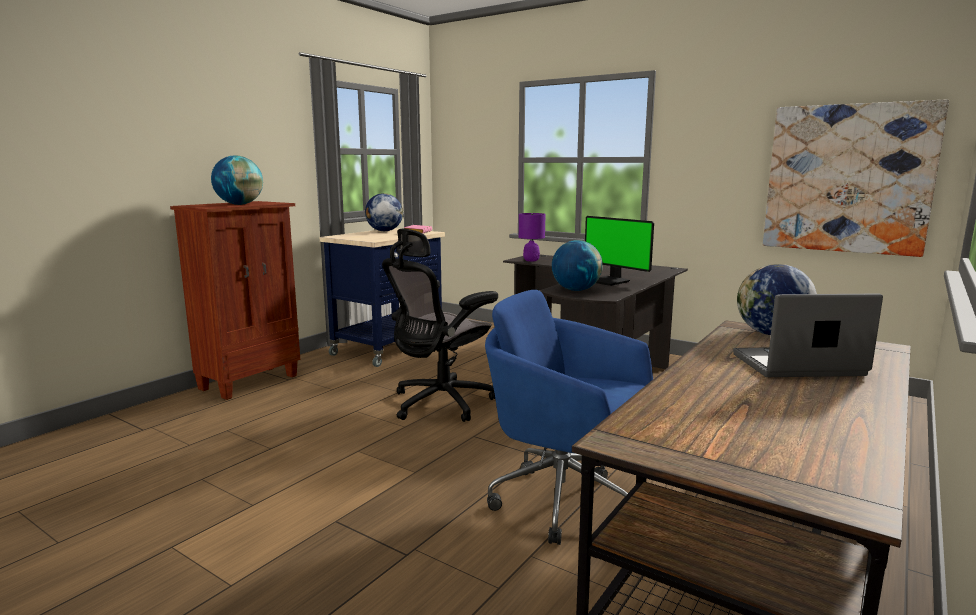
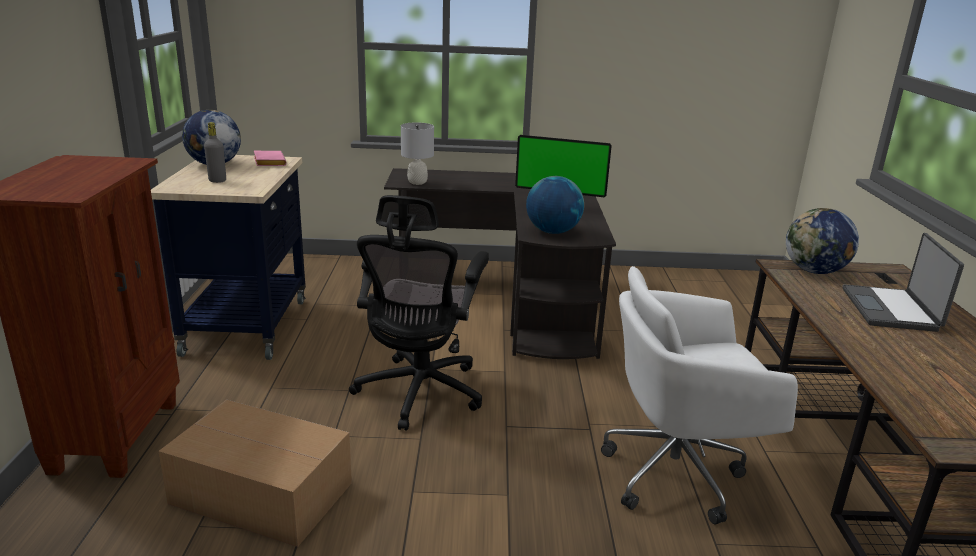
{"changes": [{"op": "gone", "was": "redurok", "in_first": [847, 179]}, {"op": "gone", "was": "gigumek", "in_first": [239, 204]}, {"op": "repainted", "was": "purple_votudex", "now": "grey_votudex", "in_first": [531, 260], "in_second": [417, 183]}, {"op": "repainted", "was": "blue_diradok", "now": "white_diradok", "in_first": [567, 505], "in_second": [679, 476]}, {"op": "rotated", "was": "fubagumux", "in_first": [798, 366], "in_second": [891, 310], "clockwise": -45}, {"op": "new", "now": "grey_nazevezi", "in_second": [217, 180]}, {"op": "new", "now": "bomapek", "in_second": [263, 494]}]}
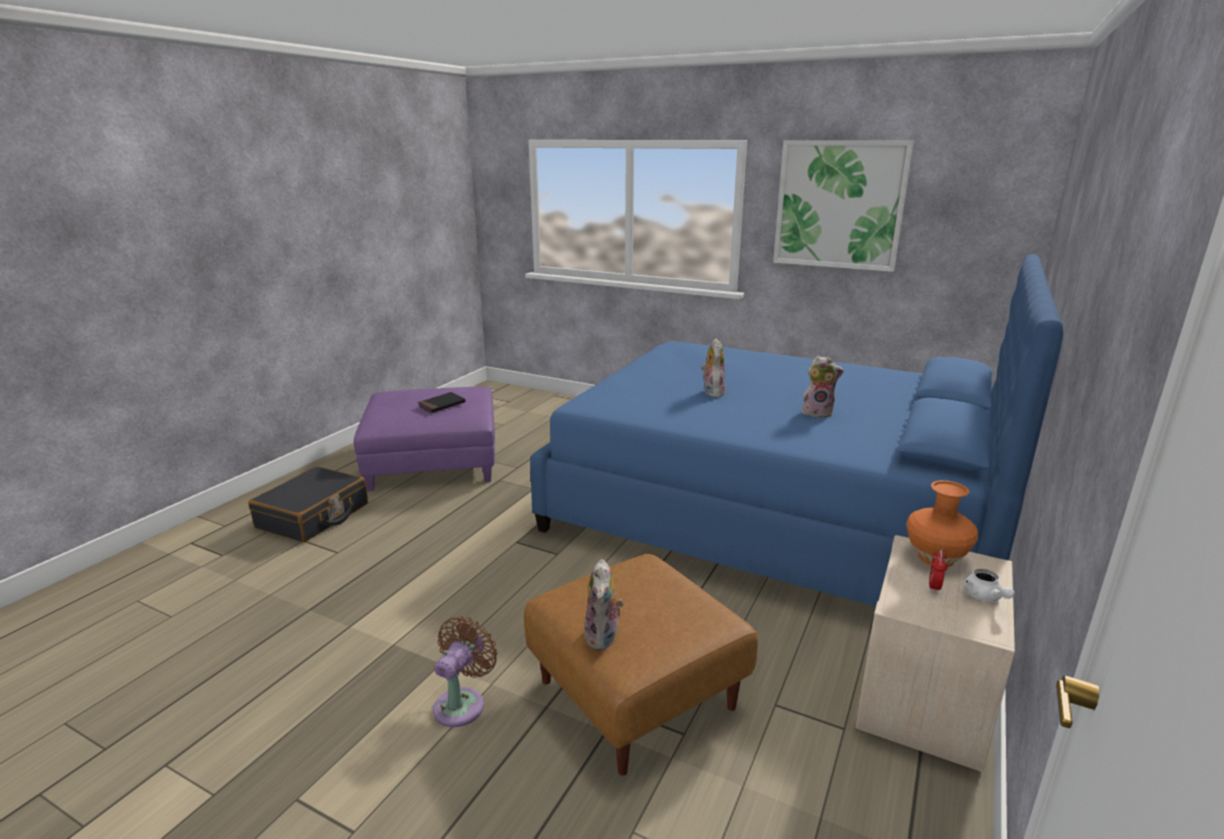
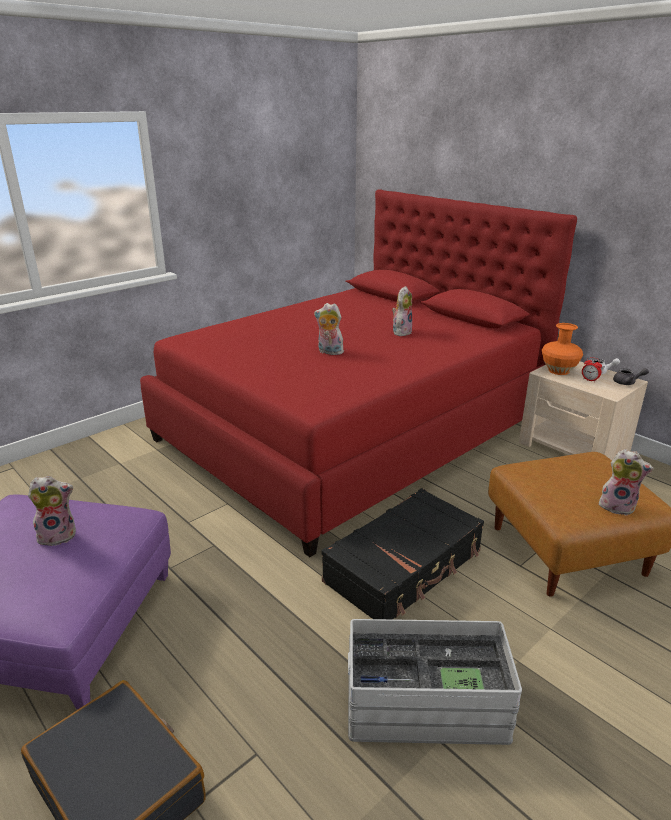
{"changes": [{"op": "gone", "was": "redurok", "in_first": [839, 205]}, {"op": "repainted", "was": "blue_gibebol", "now": "red_gibebol", "in_first": [773, 511], "in_second": [353, 429]}, {"op": "swapped", "was": "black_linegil", "now": "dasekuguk", "in_first": [442, 405], "in_second": [59, 535]}, {"op": "gone", "was": "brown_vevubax", "in_first": [462, 703]}, {"op": "new", "now": "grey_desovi", "in_second": [627, 383]}, {"op": "new", "now": "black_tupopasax", "in_second": [404, 567]}, {"op": "new", "now": "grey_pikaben", "in_second": [425, 704]}]}
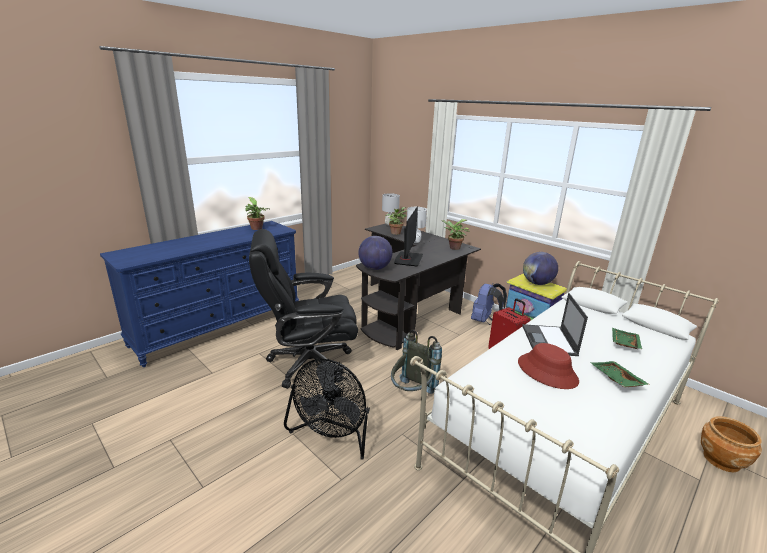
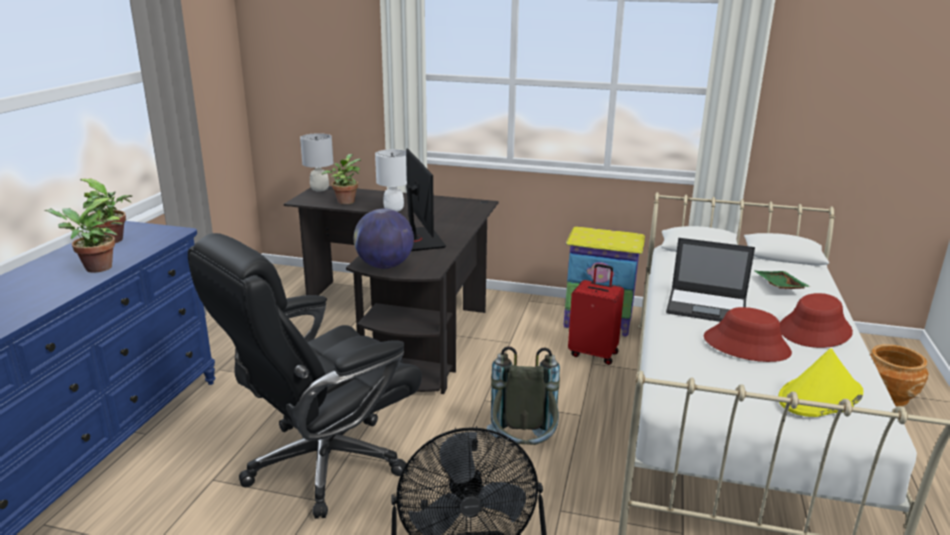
{"changes": [{"op": "shifted", "was": "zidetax", "in_first": [453, 248], "in_second": [95, 268]}, {"op": "gone", "was": "gigumek", "in_first": [537, 283]}, {"op": "gone", "was": "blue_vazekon", "in_first": [484, 321]}, {"op": "rotated", "was": "fubagumux", "in_first": [549, 341], "in_second": [707, 307], "clockwise": -45}, {"op": "swapped", "was": "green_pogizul", "now": "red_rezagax", "in_first": [615, 379], "in_second": [815, 330]}, {"op": "new", "now": "yellow_rezagax", "in_second": [819, 397]}]}
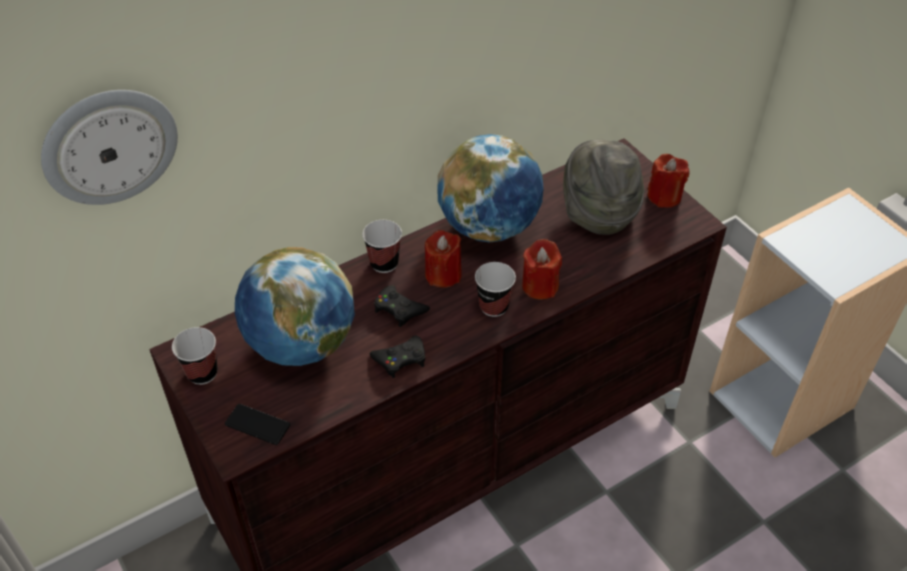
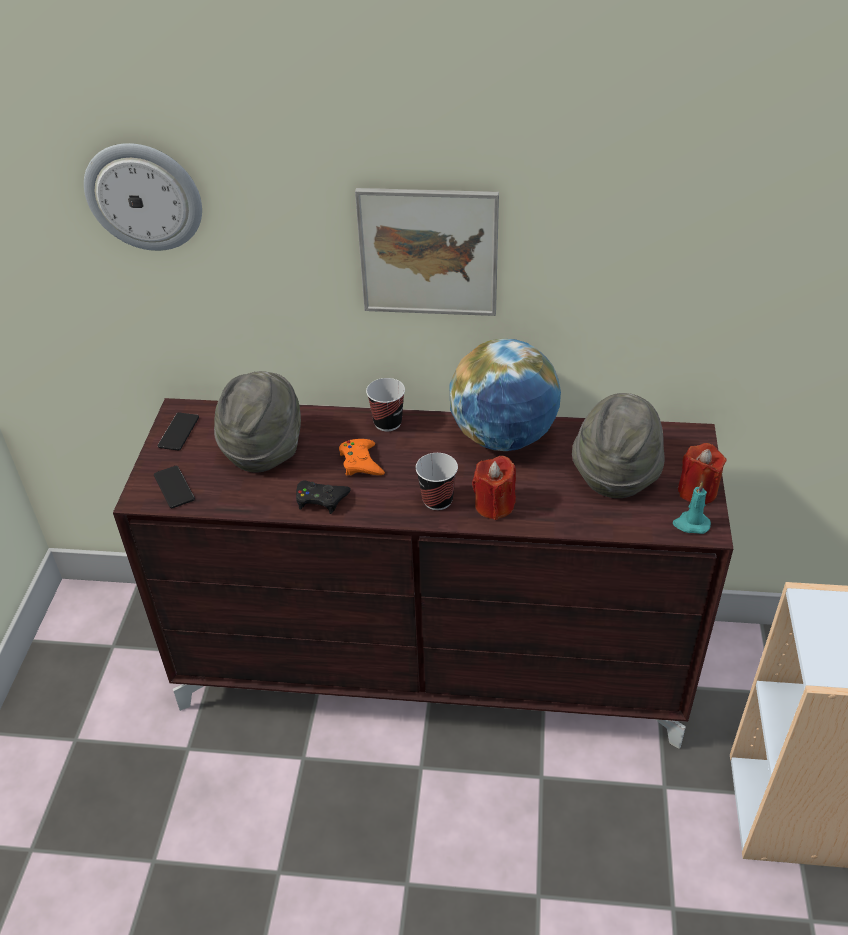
{"changes": [{"op": "gone", "was": "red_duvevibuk", "in_first": [443, 274]}, {"op": "swapped", "was": "gigumek", "now": "grey_rezagax", "in_first": [301, 344], "in_second": [263, 449]}, {"op": "repainted", "was": "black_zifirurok", "now": "orange_zifirurok", "in_first": [399, 309], "in_second": [361, 462]}, {"op": "swapped", "was": "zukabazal", "now": "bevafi", "in_first": [202, 373], "in_second": [178, 432]}, {"op": "new", "now": "redurok", "in_second": [428, 252]}, {"op": "new", "now": "turquoise_duvevibuk", "in_second": [691, 524]}]}
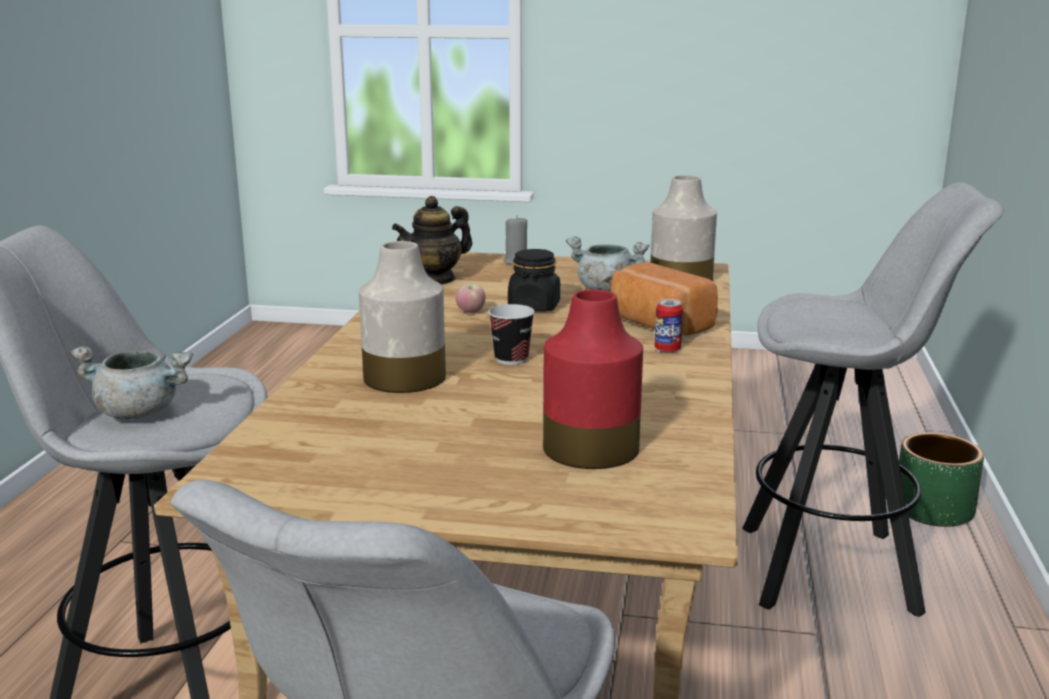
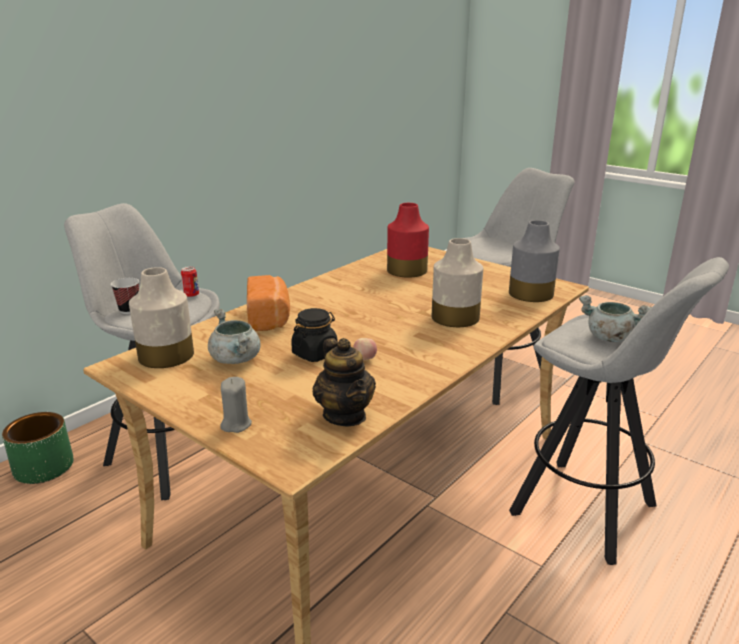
{"changes": [{"op": "rotated", "was": "desovi", "in_first": [434, 279], "in_second": [345, 415], "clockwise": 75}, {"op": "shifted", "was": "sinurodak", "in_first": [667, 349], "in_second": [191, 295]}, {"op": "shifted", "was": "zukabazal", "in_first": [511, 359], "in_second": [129, 310]}, {"op": "new", "now": "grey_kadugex", "in_second": [530, 293]}]}
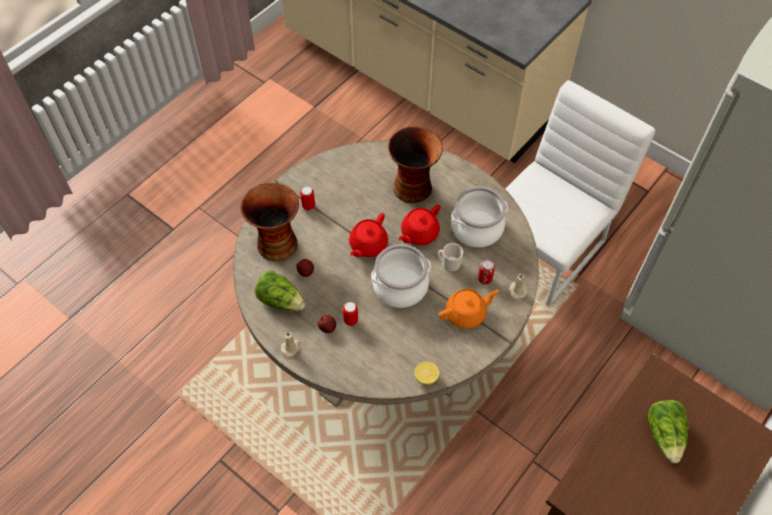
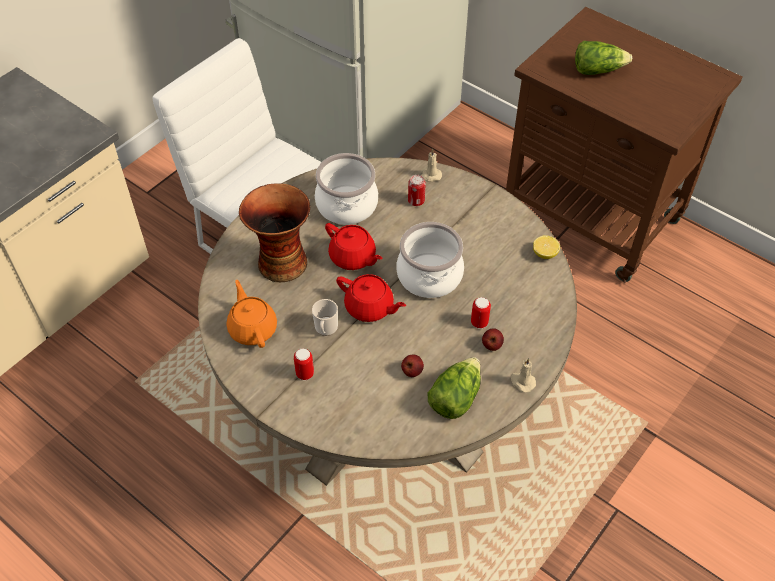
{"changes": [{"op": "gone", "was": "kadugex", "in_first": [276, 243]}, {"op": "shifted", "was": "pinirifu", "in_first": [449, 264], "in_second": [325, 329]}, {"op": "shifted", "was": "orange_desovi", "in_first": [466, 314], "in_second": [253, 328]}]}
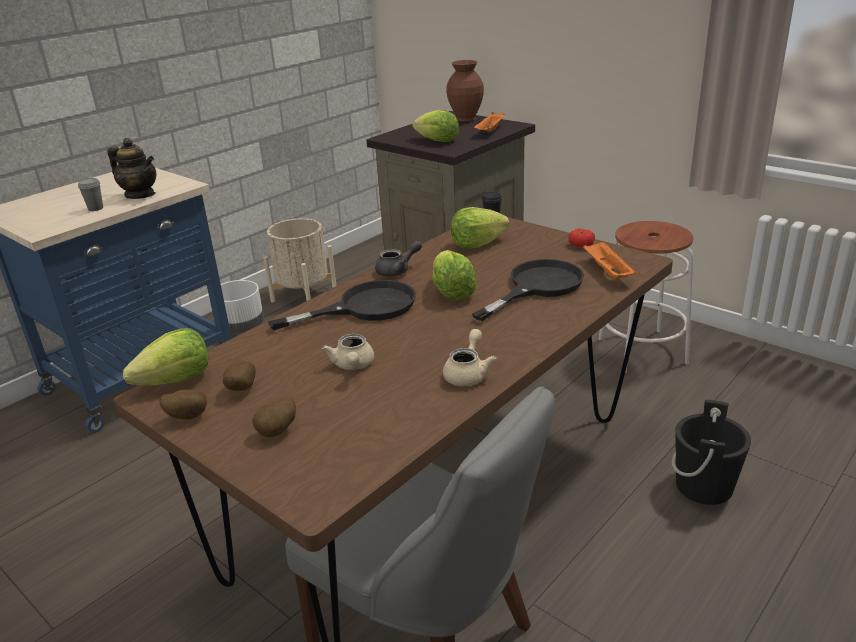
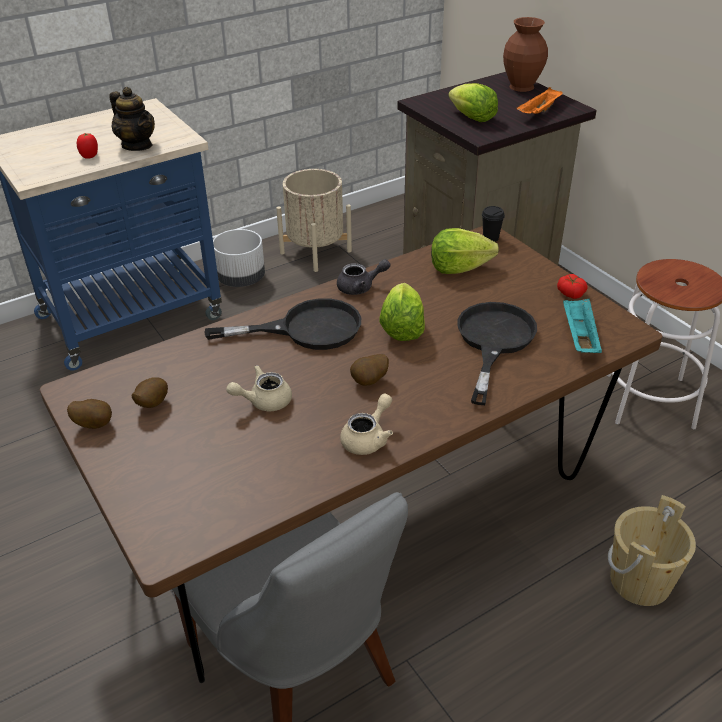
{"changes": [{"op": "swapped", "was": "grey_zukabazal", "now": "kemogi", "in_first": [95, 208], "in_second": [90, 156]}, {"op": "repainted", "was": "orange_pogizul", "now": "turquoise_pogizul", "in_first": [606, 271], "in_second": [579, 337]}, {"op": "rotated", "was": "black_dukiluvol", "in_first": [537, 286], "in_second": [493, 341], "clockwise": -45}, {"op": "gone", "was": "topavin", "in_first": [176, 380]}, {"op": "rotated", "was": "beige_desovi", "in_first": [353, 365], "in_second": [264, 401], "clockwise": 60}, {"op": "shifted", "was": "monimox", "in_first": [278, 432], "in_second": [370, 382]}, {"op": "repainted", "was": "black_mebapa", "now": "beige_mebapa", "in_first": [704, 486], "in_second": [640, 581]}]}
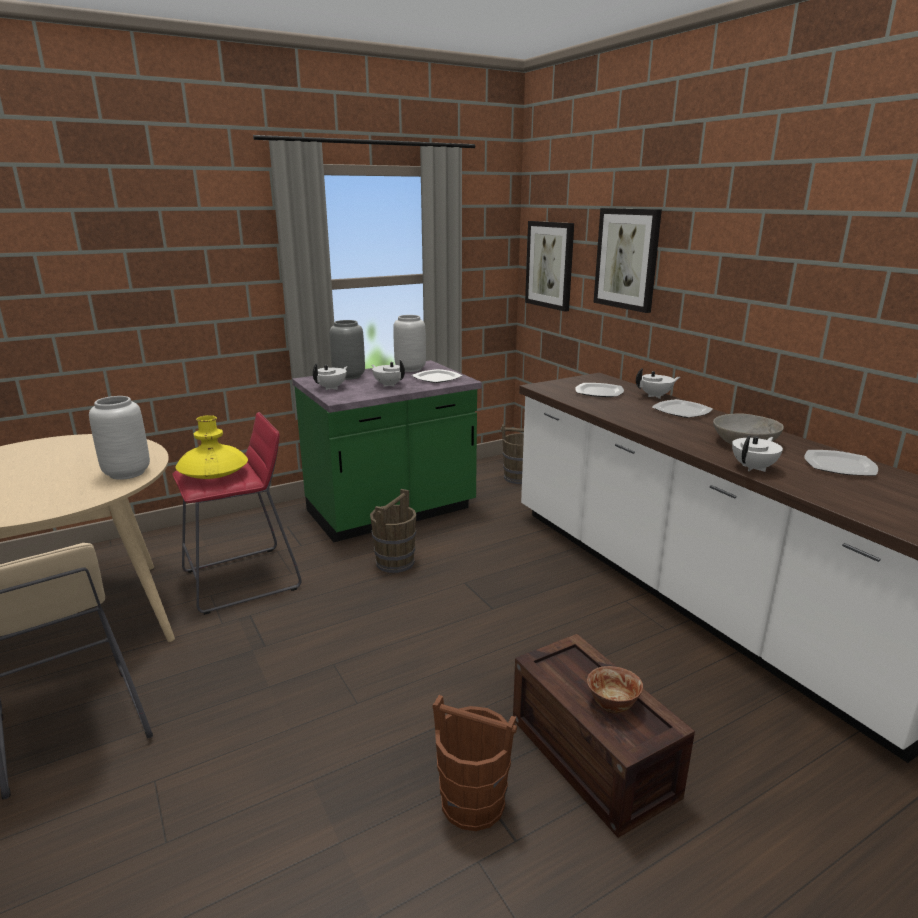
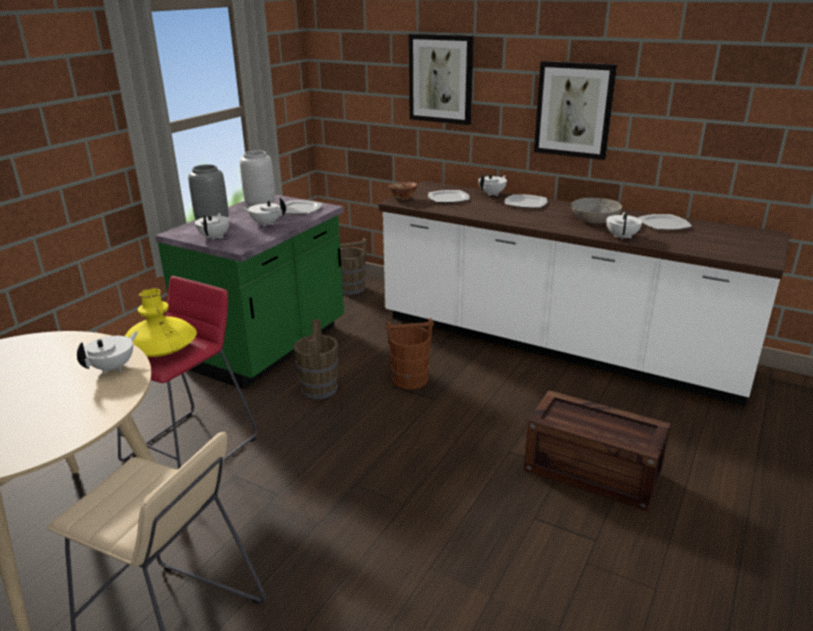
{"changes": [{"op": "shifted", "was": "redurok", "in_first": [550, 265], "in_second": [574, 110]}, {"op": "swapped", "was": "grey_kadugex", "now": "white_desovi", "in_first": [128, 473], "in_second": [114, 367]}, {"op": "shifted", "was": "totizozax", "in_first": [612, 705], "in_second": [403, 199]}, {"op": "shifted", "was": "brown_mebapa", "in_first": [473, 803], "in_second": [410, 379]}]}
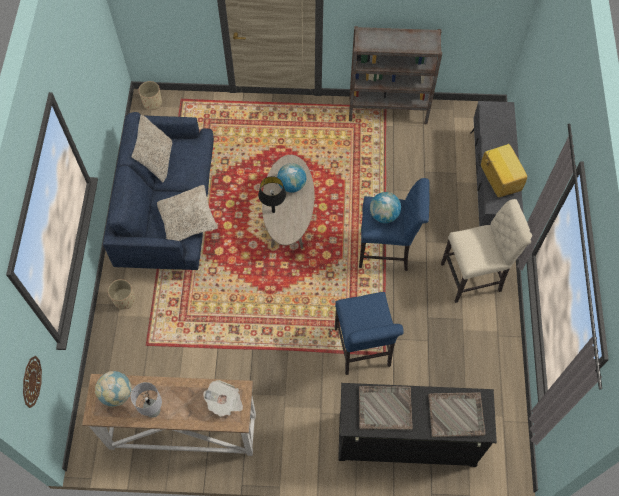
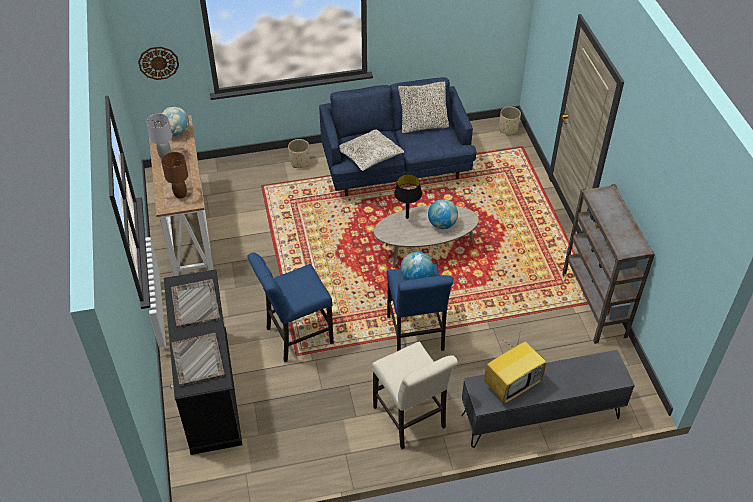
{"changes": [{"op": "swapped", "was": "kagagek", "now": "brown_votudex", "in_first": [225, 402], "in_second": [180, 194]}]}
